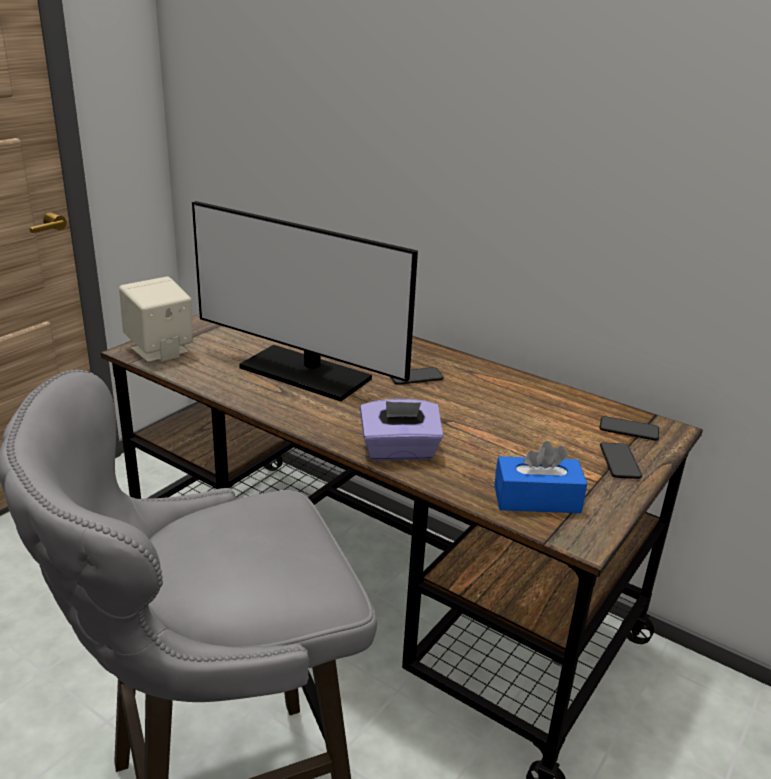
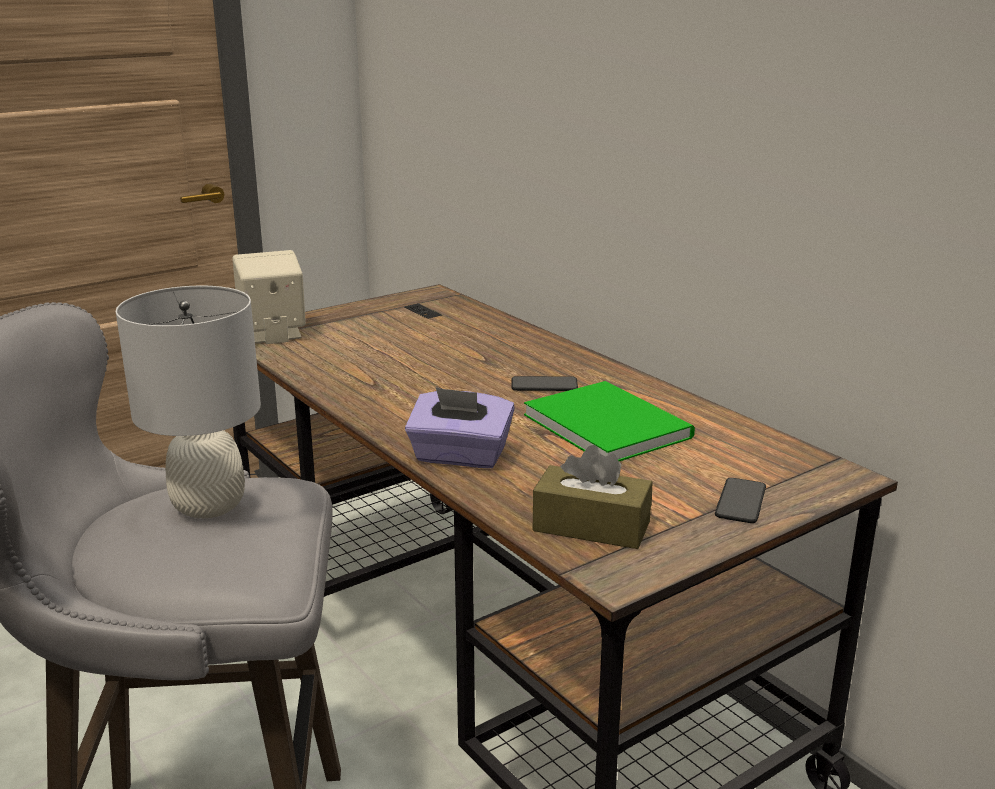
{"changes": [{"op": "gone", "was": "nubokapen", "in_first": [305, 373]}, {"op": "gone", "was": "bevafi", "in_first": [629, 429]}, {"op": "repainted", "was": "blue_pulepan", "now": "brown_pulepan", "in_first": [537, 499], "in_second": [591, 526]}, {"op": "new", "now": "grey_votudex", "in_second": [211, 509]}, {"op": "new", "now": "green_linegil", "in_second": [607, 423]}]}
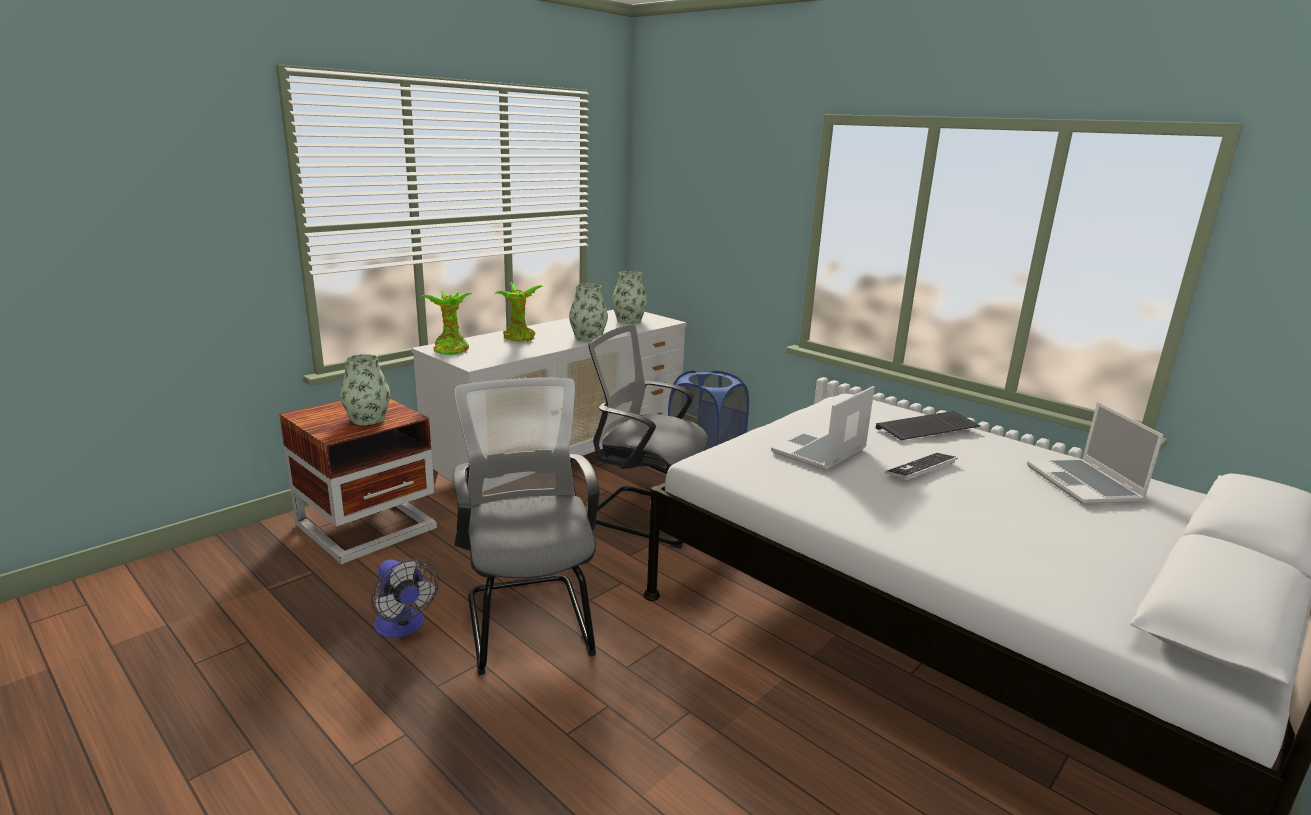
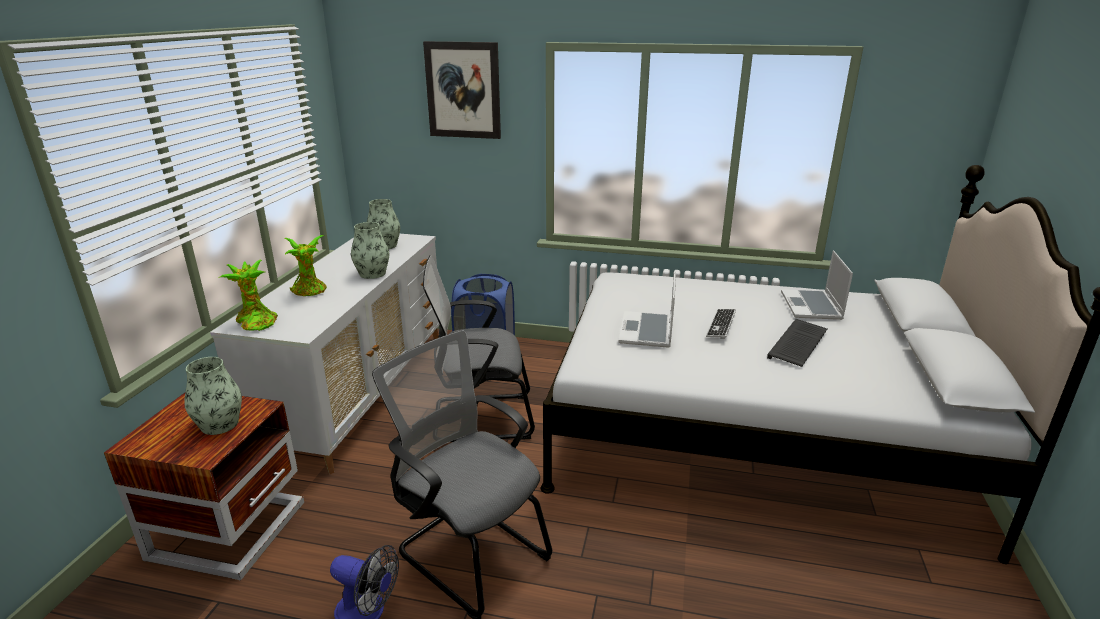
{"changes": [{"op": "rotated", "was": "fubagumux", "in_first": [1085, 484], "in_second": [812, 306], "clockwise": 45}, {"op": "shifted", "was": "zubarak", "in_first": [927, 429], "in_second": [798, 345]}, {"op": "new", "now": "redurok", "in_second": [463, 90]}]}
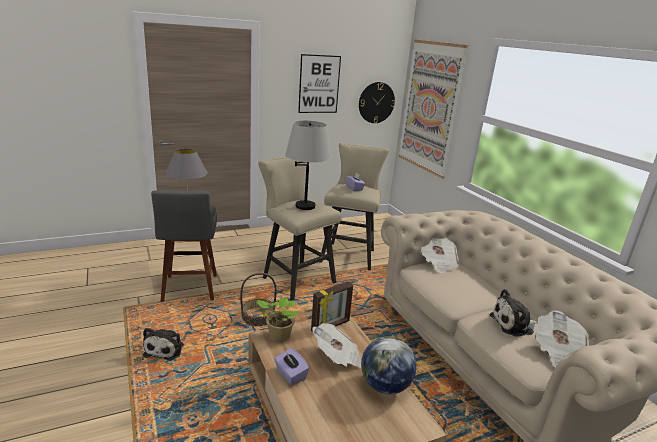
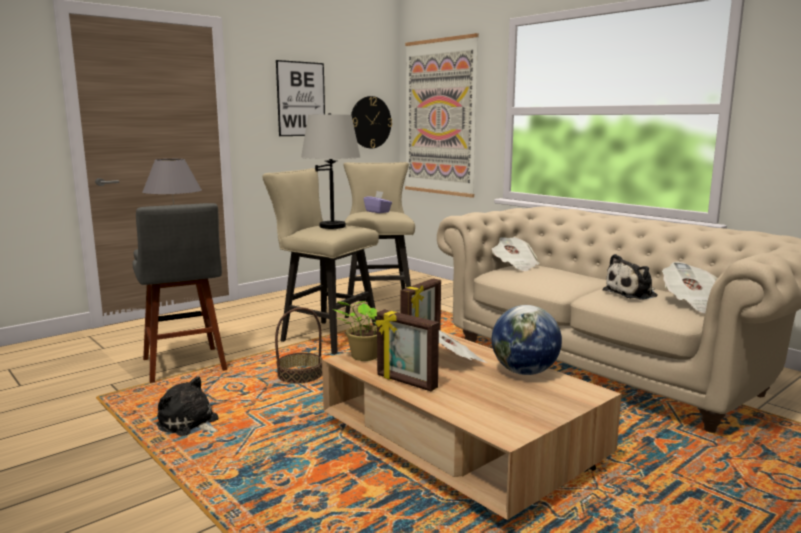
{"changes": [{"op": "rotated", "was": "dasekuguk", "in_first": [165, 349], "in_second": [190, 424], "clockwise": 135}, {"op": "swapped", "was": "purple_pulepan", "now": "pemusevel", "in_first": [290, 375], "in_second": [406, 382]}]}
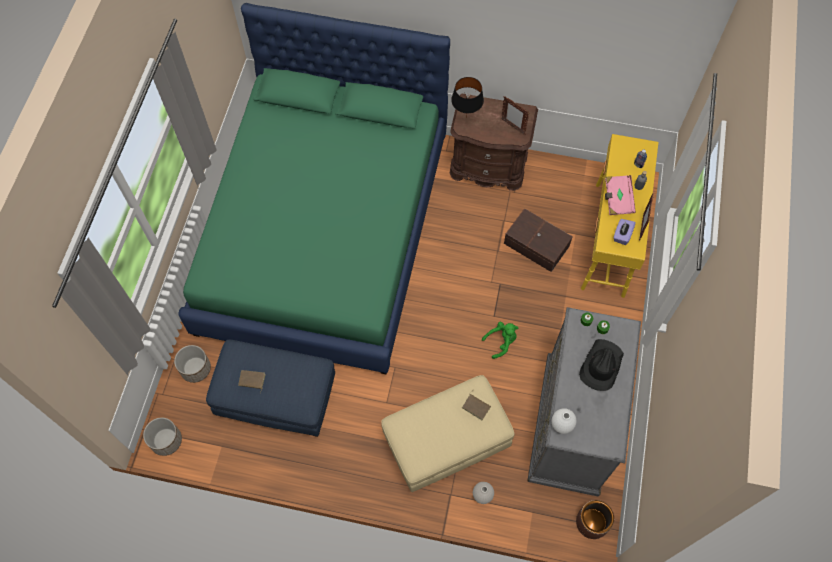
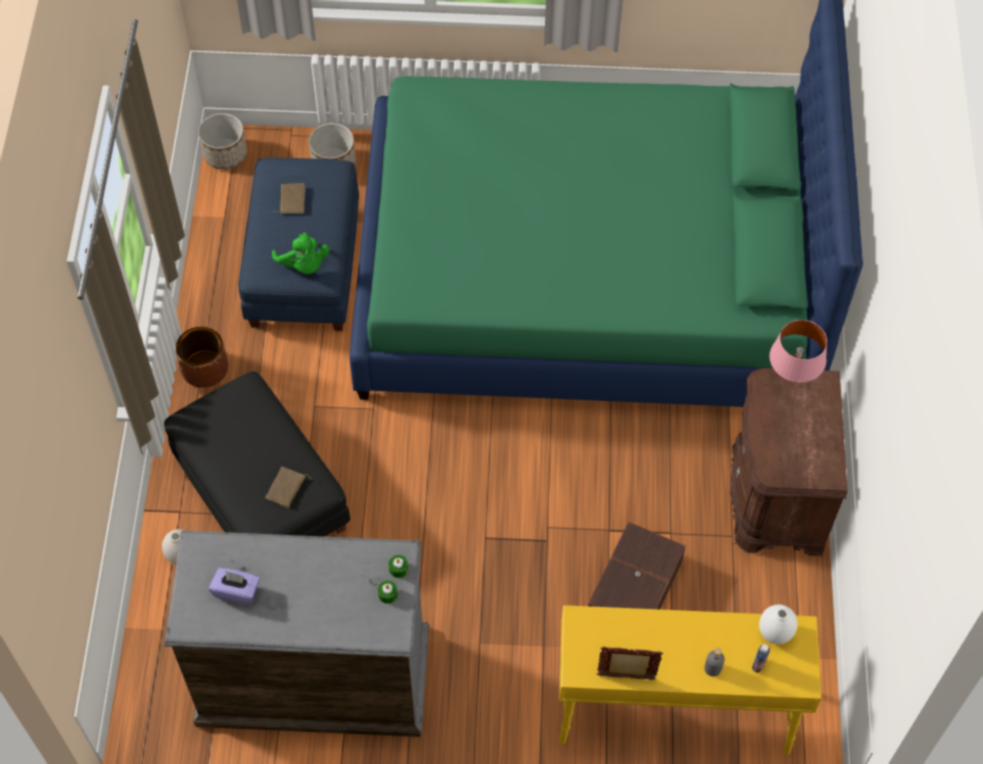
{"changes": [{"op": "repainted", "was": "black_votudex", "now": "pink_votudex", "in_first": [466, 118], "in_second": [789, 384]}, {"op": "gone", "was": "pemusevel", "in_first": [512, 126]}, {"op": "gone", "was": "pink_linegil", "in_first": [617, 199]}, {"op": "shifted", "was": "purple_pulepan", "in_first": [622, 235], "in_second": [237, 591]}, {"op": "shifted", "was": "green_dasekuguk", "in_first": [501, 342], "in_second": [304, 265]}, {"op": "gone", "was": "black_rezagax", "in_first": [600, 366]}, {"op": "repainted", "was": "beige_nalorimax", "now": "black_nalorimax", "in_first": [445, 442], "in_second": [261, 494]}, {"op": "shifted", "was": "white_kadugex", "in_first": [561, 425], "in_second": [774, 634]}, {"op": "shifted", "was": "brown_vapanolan", "in_first": [592, 522], "in_second": [204, 368]}]}
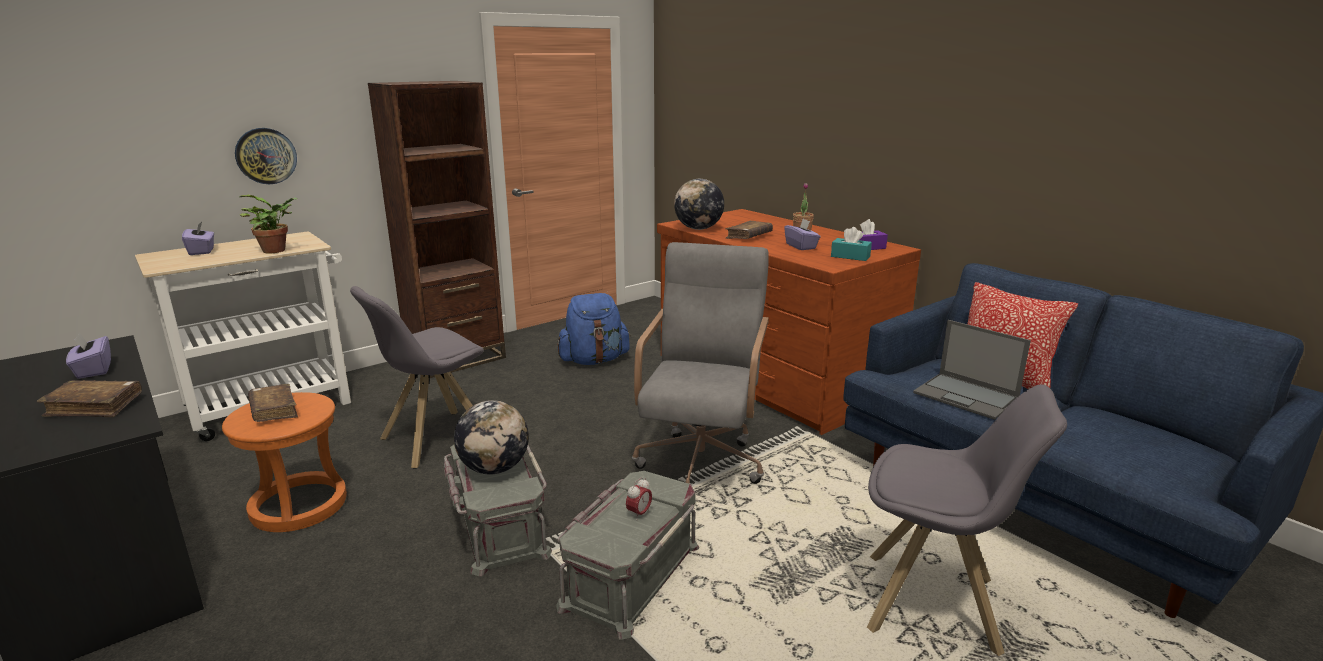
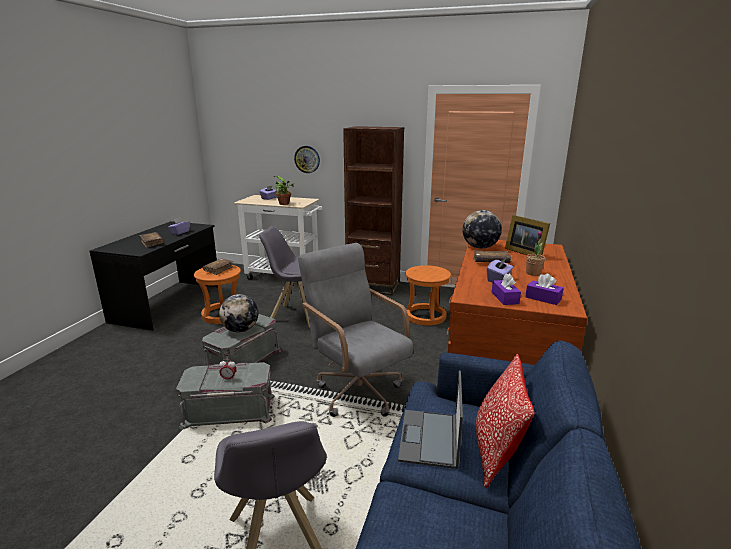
{"changes": [{"op": "repainted", "was": "turquoise_pulepan", "now": "purple_pulepan", "in_first": [850, 256], "in_second": [505, 298]}, {"op": "rotated", "was": "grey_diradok", "in_first": [701, 461], "in_second": [356, 392], "clockwise": -105}, {"op": "swapped", "was": "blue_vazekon", "now": "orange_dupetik", "in_first": [594, 360], "in_second": [426, 316]}, {"op": "new", "now": "pemusevel", "in_second": [524, 252]}]}
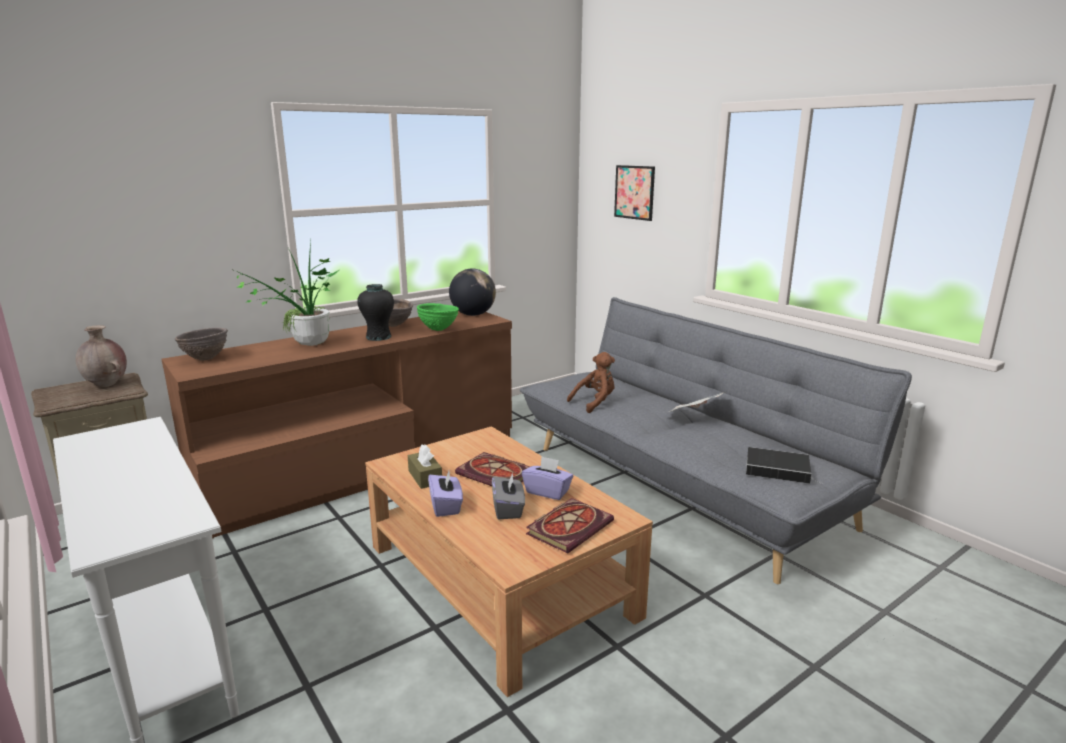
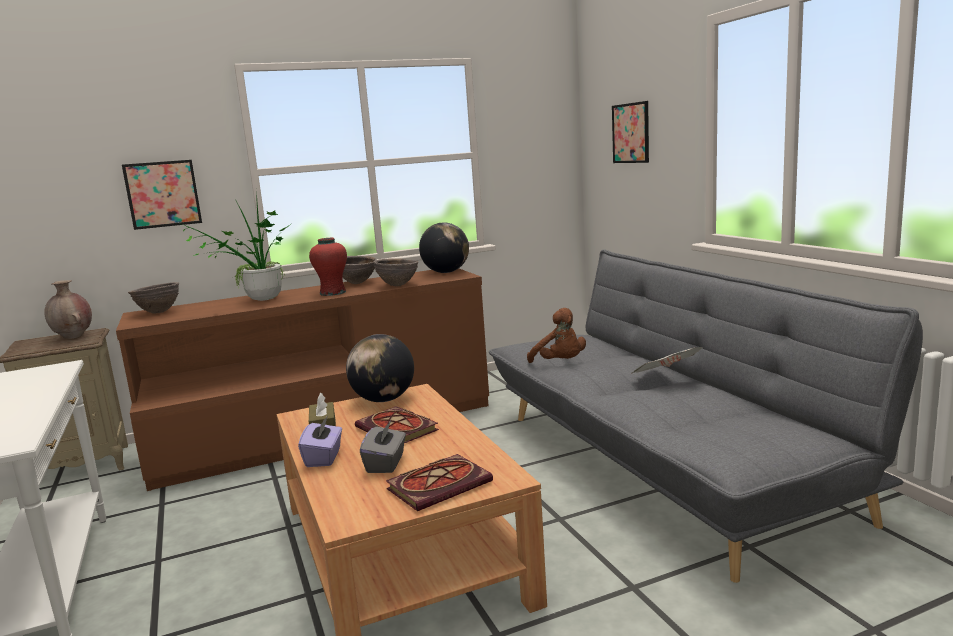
{"changes": [{"op": "repainted", "was": "black_kadugex", "now": "red_kadugex", "in_first": [378, 337], "in_second": [332, 293]}, {"op": "repainted", "was": "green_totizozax", "now": "brown_totizozax", "in_first": [438, 330], "in_second": [398, 285]}, {"op": "rotated", "was": "brown_dasekuguk", "in_first": [595, 403], "in_second": [560, 363], "clockwise": 75}, {"op": "gone", "was": "linegil", "in_first": [779, 469]}, {"op": "gone", "was": "purple_pulepan", "in_first": [547, 491]}, {"op": "new", "now": "redurok", "in_second": [163, 194]}, {"op": "new", "now": "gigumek", "in_second": [383, 400]}]}
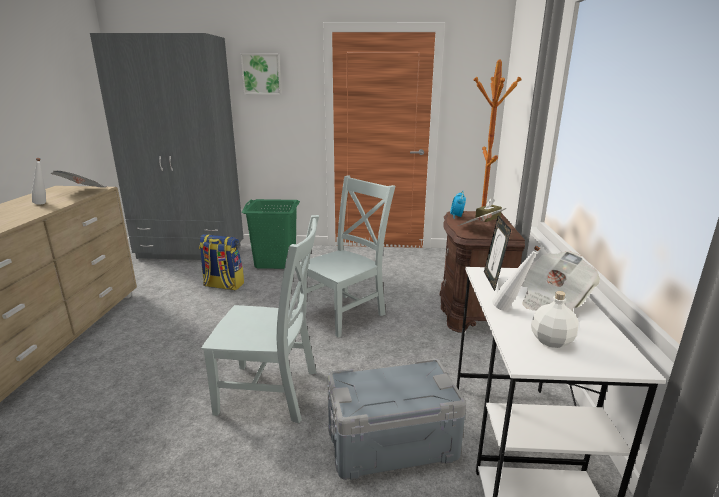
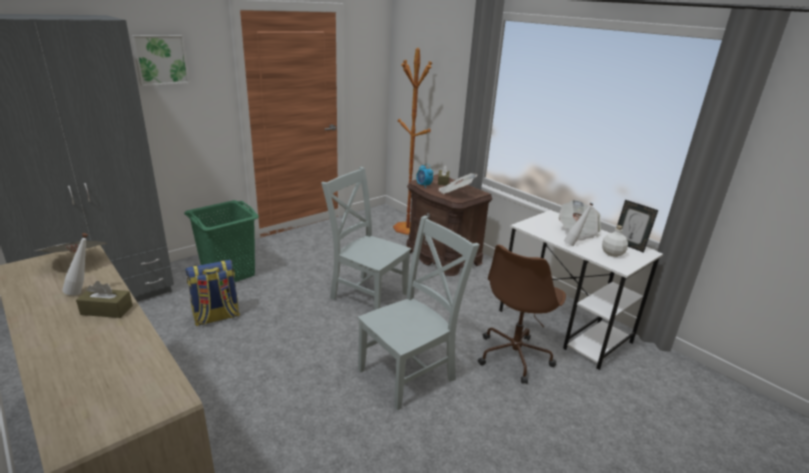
{"changes": [{"op": "rotated", "was": "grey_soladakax", "in_first": [346, 313], "in_second": [366, 294], "clockwise": -60}, {"op": "shifted", "was": "pemusevel", "in_first": [492, 281], "in_second": [629, 245]}, {"op": "swapped", "was": "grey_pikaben", "now": "brown_diradok", "in_first": [391, 441], "in_second": [513, 358]}, {"op": "new", "now": "brown_pulepan", "in_second": [107, 310]}]}
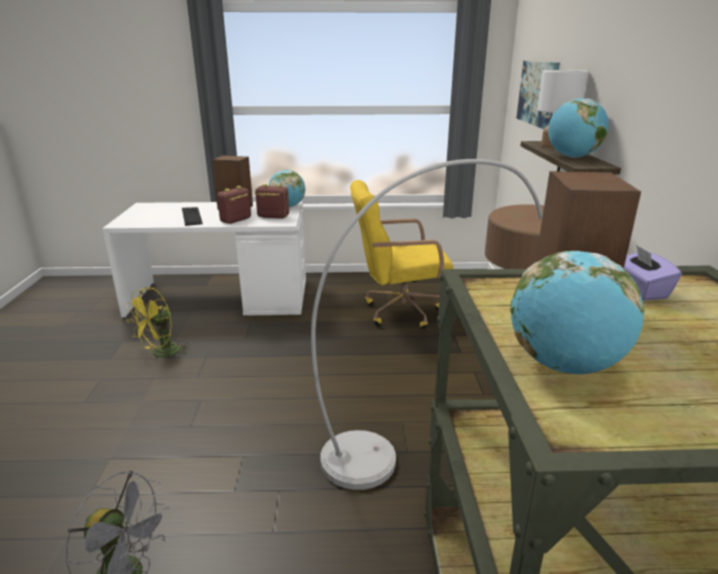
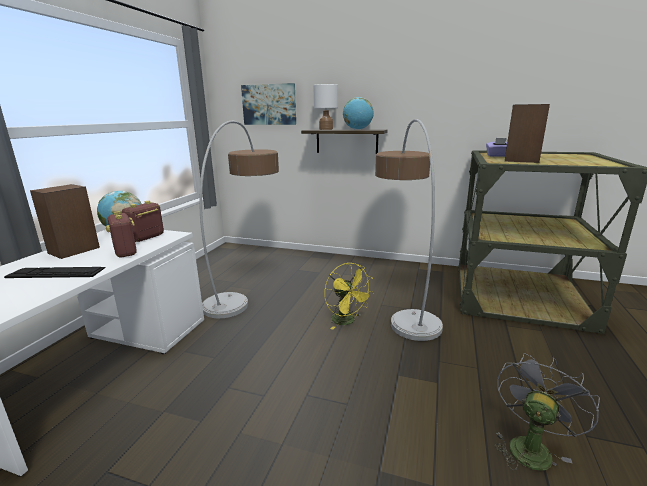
{"changes": [{"op": "swapped", "was": "yellow_diradok", "now": "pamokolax", "in_first": [398, 312], "in_second": [248, 280]}, {"op": "gone", "was": "gigumek", "in_first": [564, 365]}, {"op": "shifted", "was": "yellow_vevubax", "in_first": [161, 354], "in_second": [347, 321]}]}
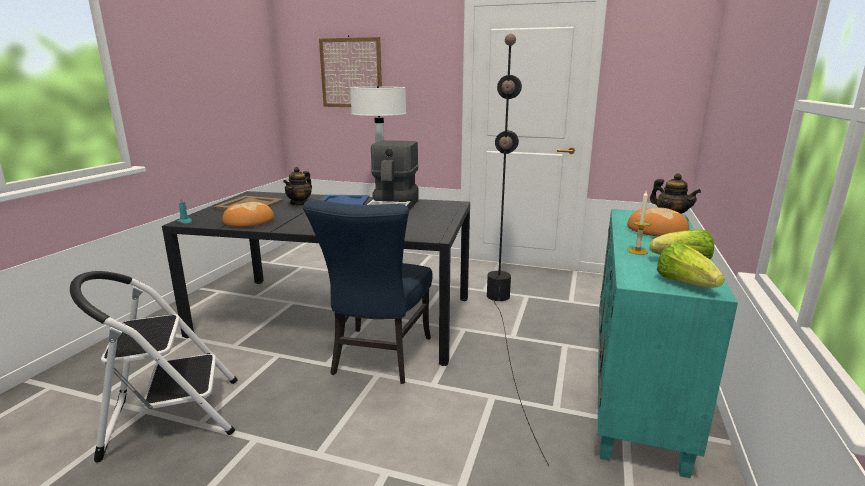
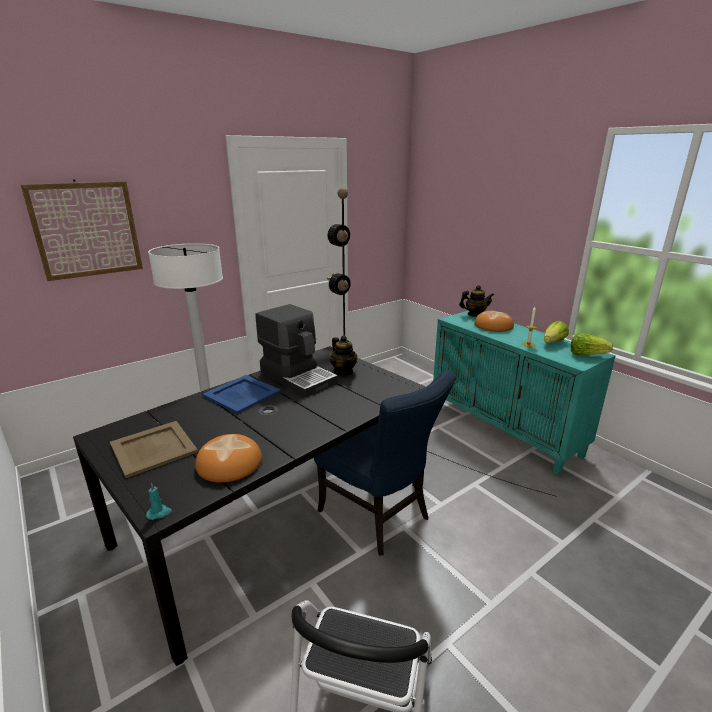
{"changes": [{"op": "shifted", "was": "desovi", "in_first": [300, 203], "in_second": [344, 371]}]}
